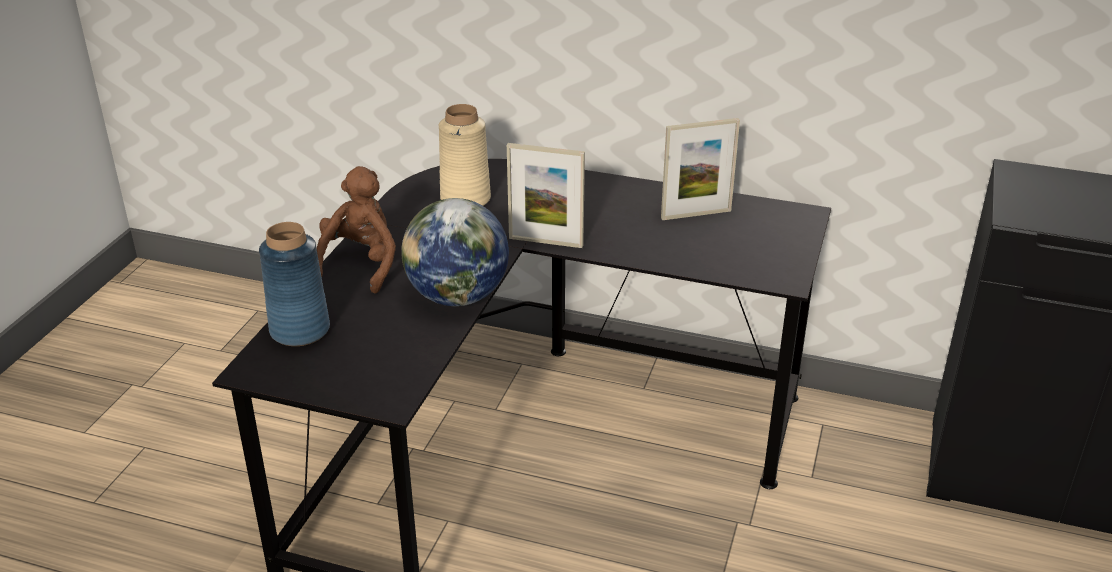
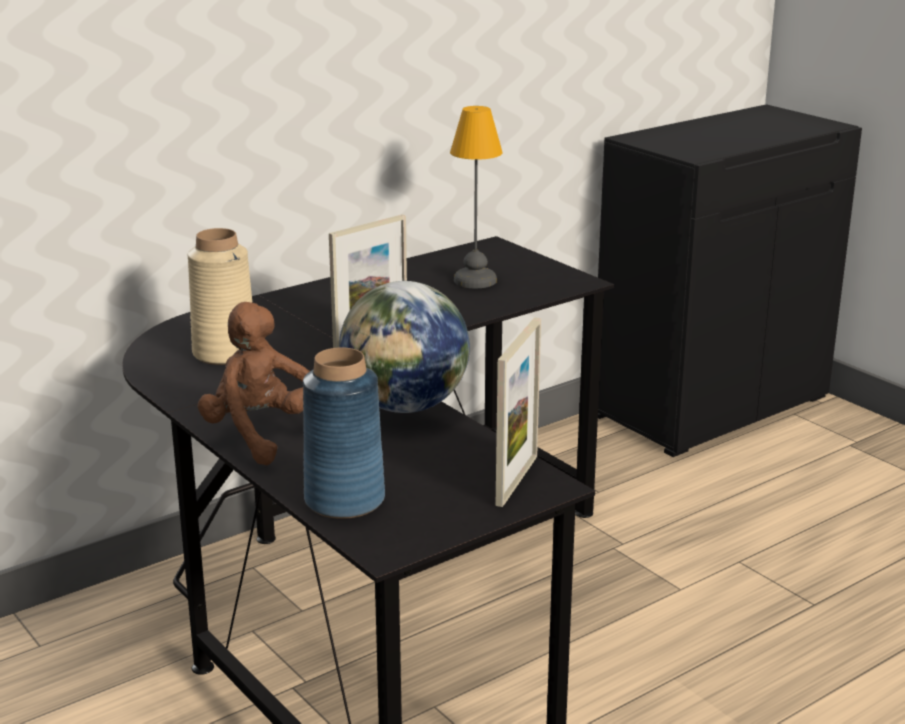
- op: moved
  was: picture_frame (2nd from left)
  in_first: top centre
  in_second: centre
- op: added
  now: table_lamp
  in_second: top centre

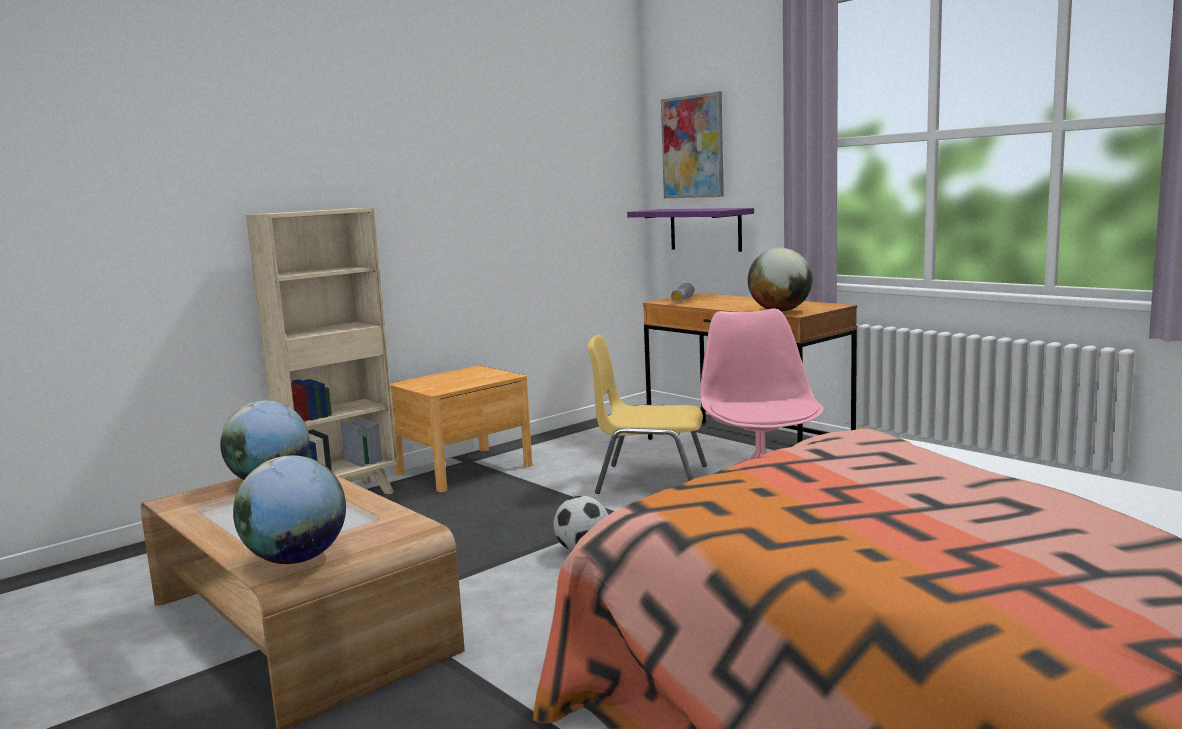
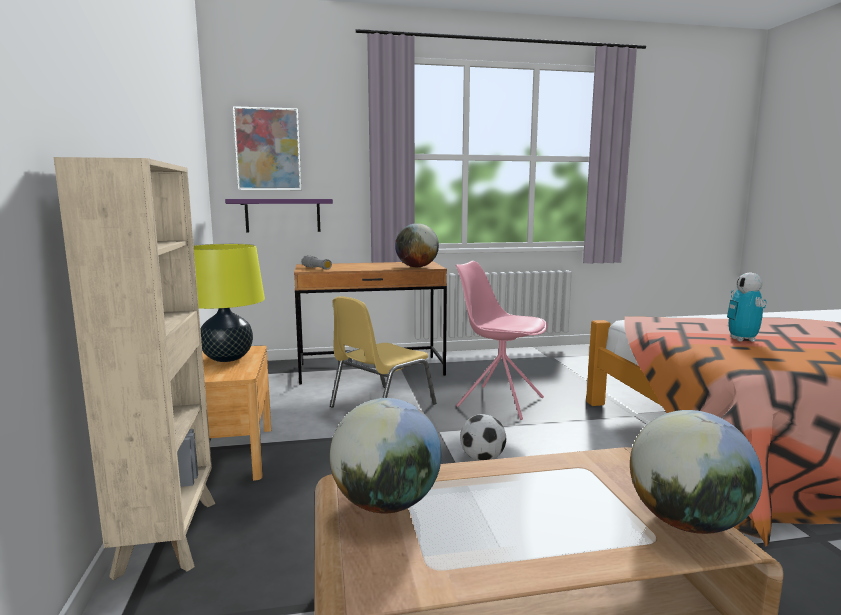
- op: added
  now: yellow_table_lamp
  in_second: middle left
- op: added
  now: toy_robot
  in_second: middle right

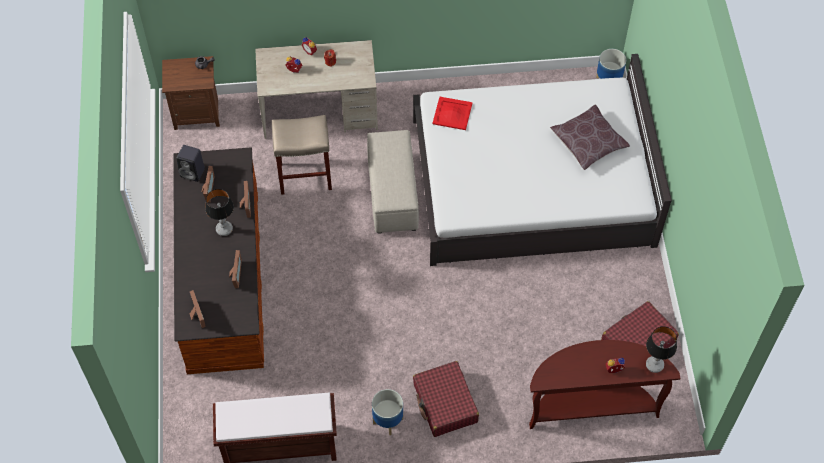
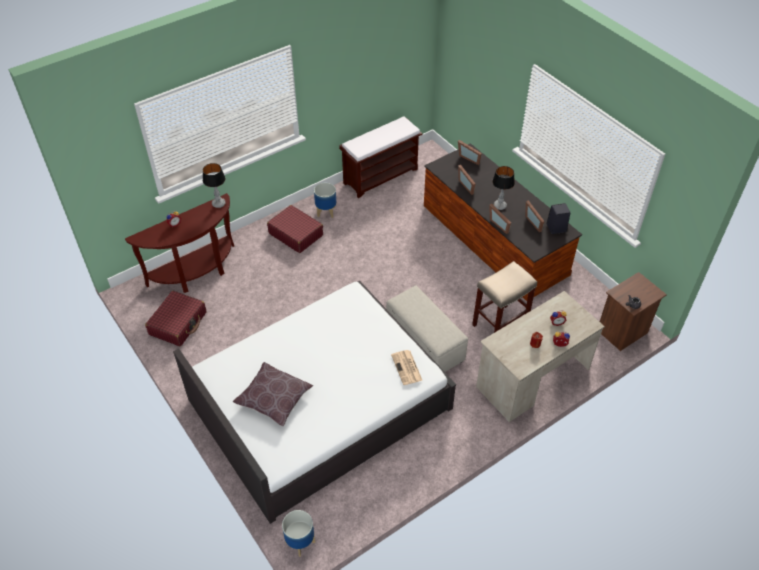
- op: replaced
  was: red_tray
  now: newspaper
  in_first: top centre
  in_second: centre
- op: moved
  was: table_lamp (2nd from left in the first image)
  now: table_lamp (1st from left)
  in_first: bottom right
  in_second: top left

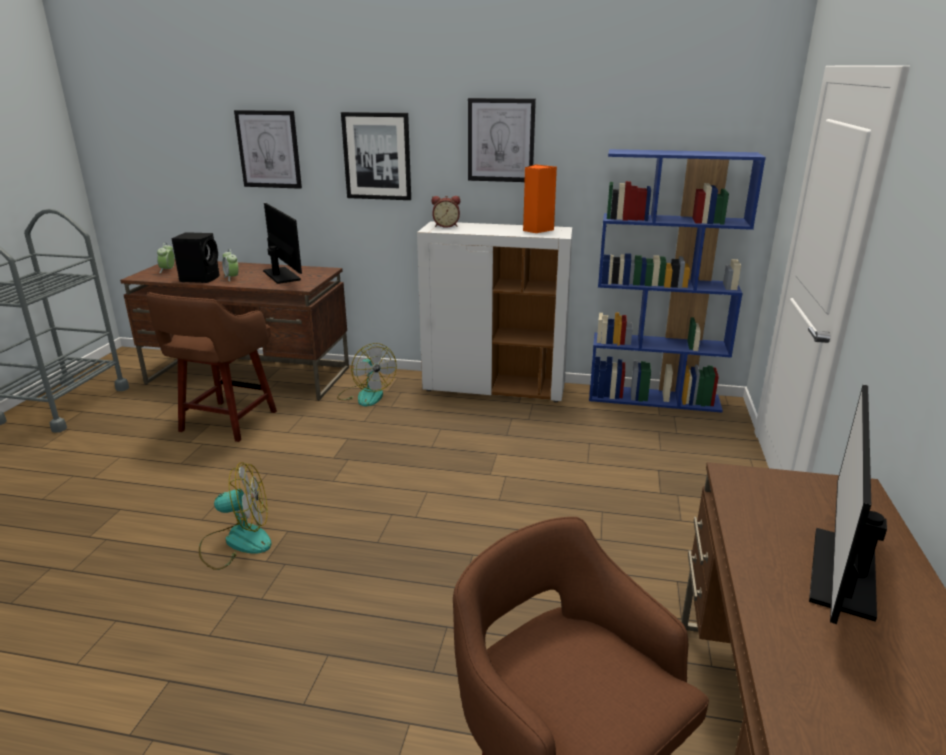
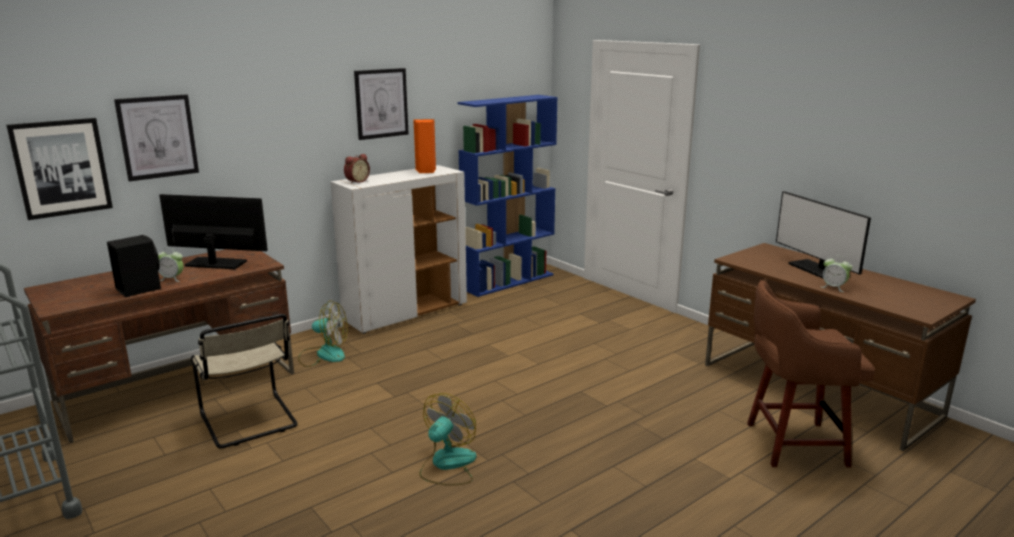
- op: replaced
  was: brown_stool (1st from left)
  now: beige_chair
  in_first: middle left
  in_second: bottom left
- op: moved
  was: alarm_clock (1st from left in the first image)
  now: alarm_clock (3rd from left)
  in_first: middle left
  in_second: middle right
- op: moved
  was: picture (2nd from left in the first image)
  now: picture (1st from left)
  in_first: top centre
  in_second: top left

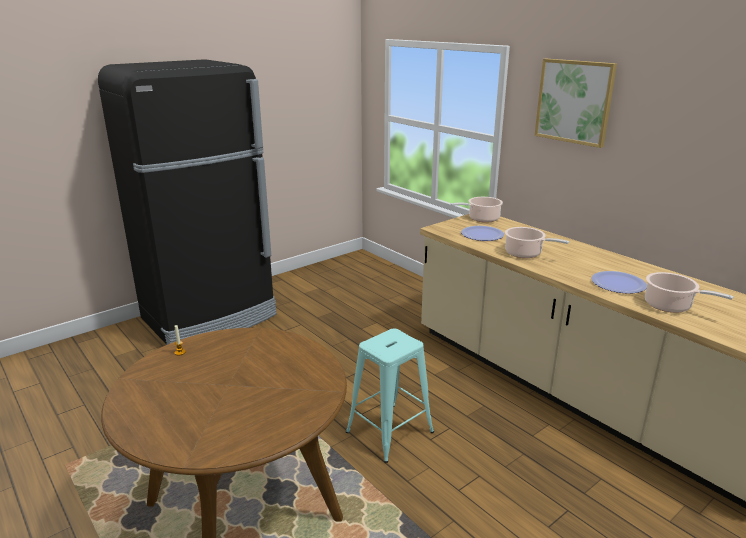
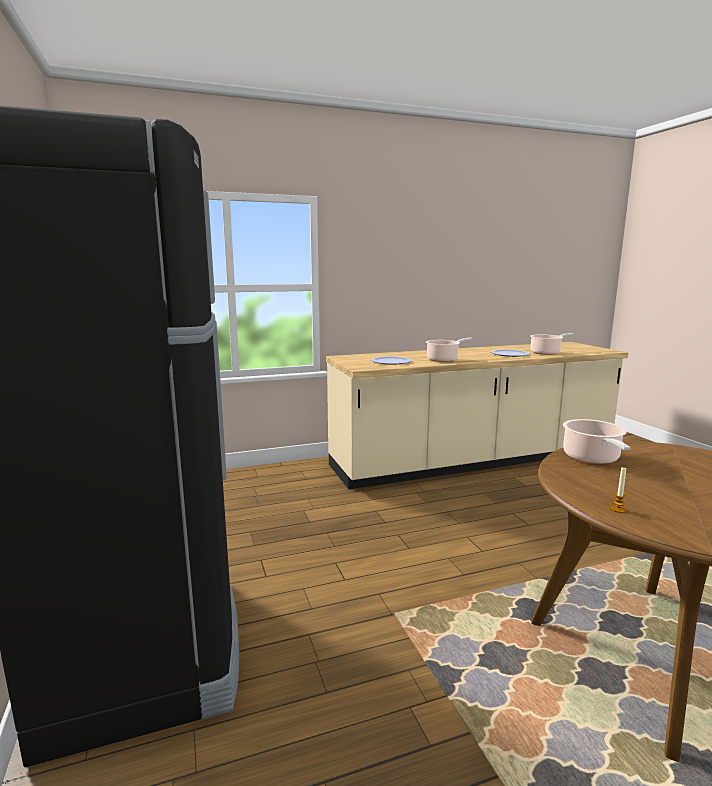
- op: removed
  was: turquoise_stool
  in_first: bottom centre
- op: moved
  was: cooking_pot (1st from left in the first image)
  now: cooking_pot (3rd from left)
  in_first: centre
  in_second: middle right
- op: removed
  was: picture
  in_first: top right

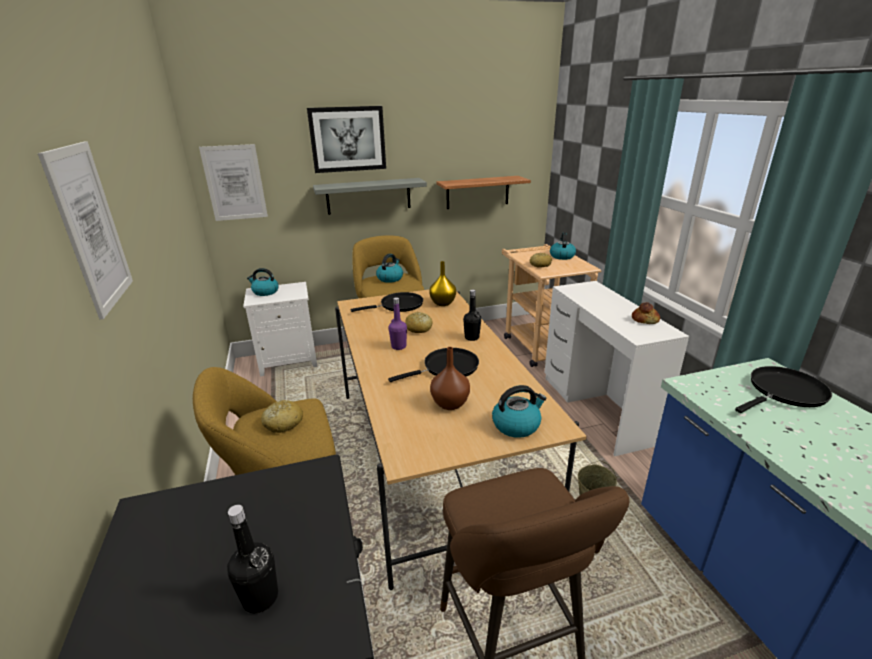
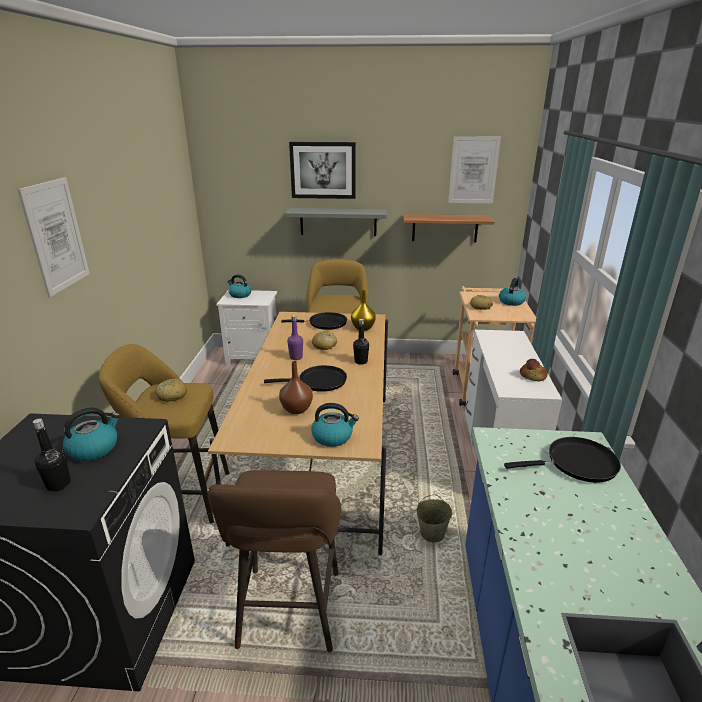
- op: moved
  was: picture (2nd from left in the first image)
  now: picture (3rd from left)
  in_first: top left
  in_second: top right
- op: moved
  was: kettle (2nd from left in the first image)
  now: kettle (1st from left)
  in_first: centre
  in_second: middle left

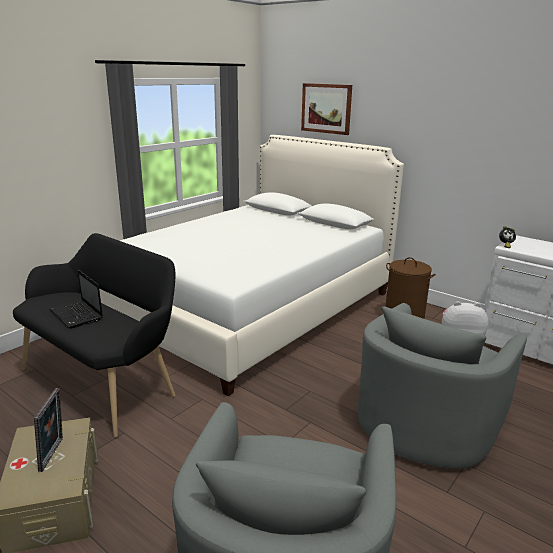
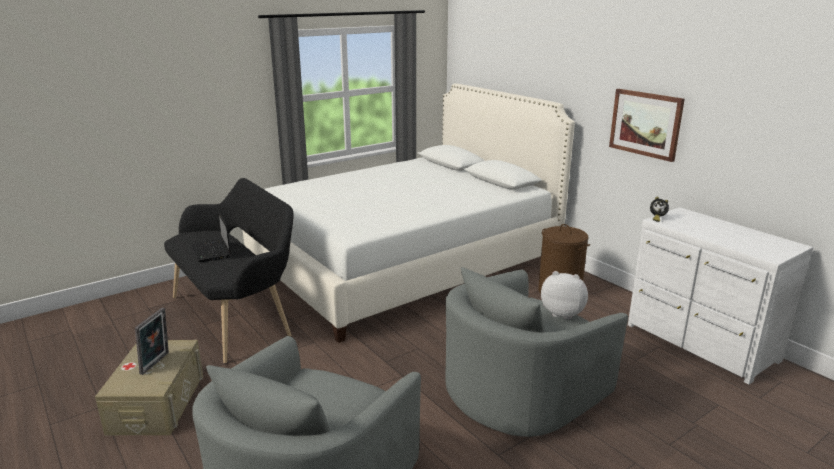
- op: moved
  was: picture
  in_first: top centre
  in_second: top right

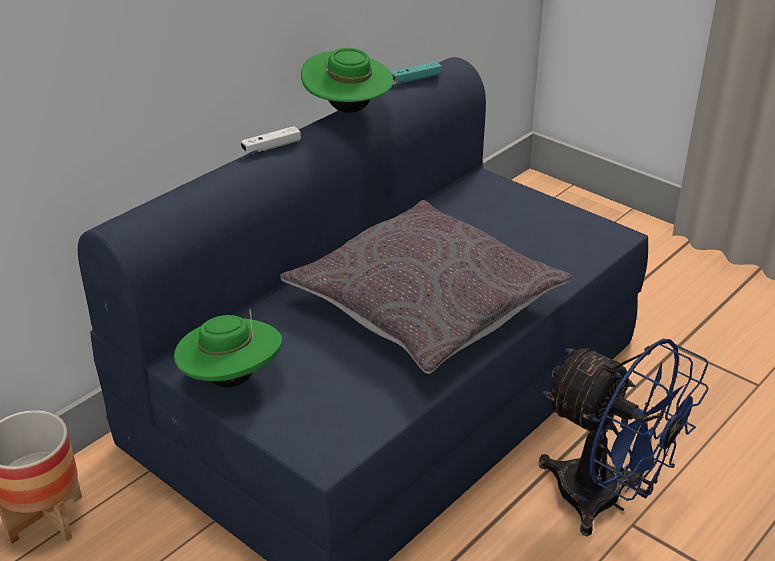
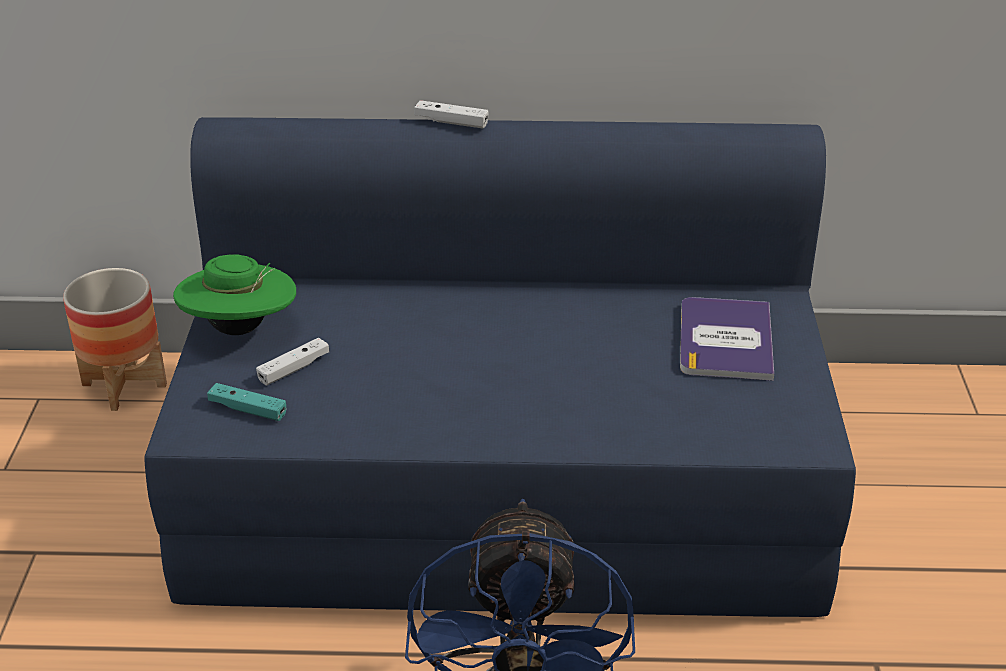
- op: removed
  was: grey_pillow
  in_first: centre
- op: removed
  was: green_hat (2nd from left)
  in_first: top centre
- op: moved
  was: turquoise_game_controller
  in_first: top centre
  in_second: middle left
- op: added
  now: white_game_controller (1st from left)
  in_second: middle left
- op: added
  now: book
  in_second: middle right

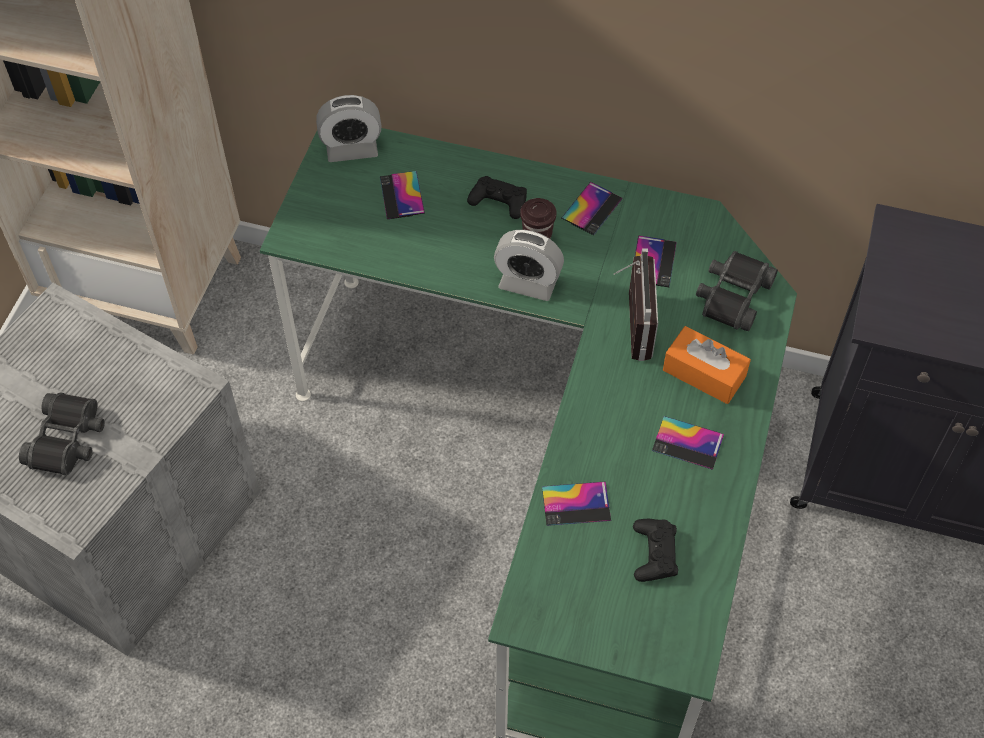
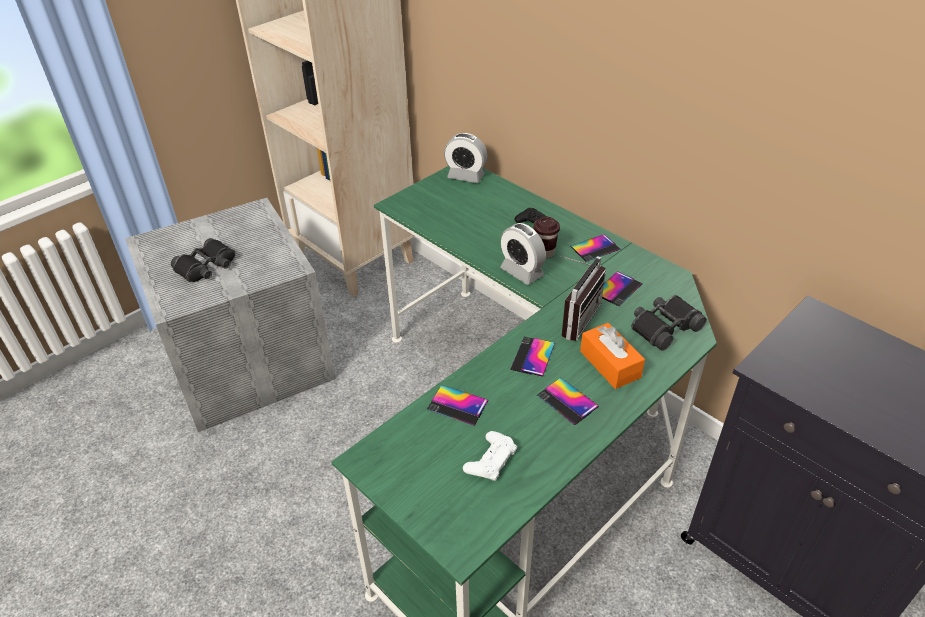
- op: moved
  was: phone (1st from left in the first image)
  now: phone (2nd from left)
  in_first: top centre
  in_second: centre
- op: recoloured
  was: black_game_controller (2nd from left)
  now: white_game_controller
  in_first: bottom centre
  in_second: bottom centre

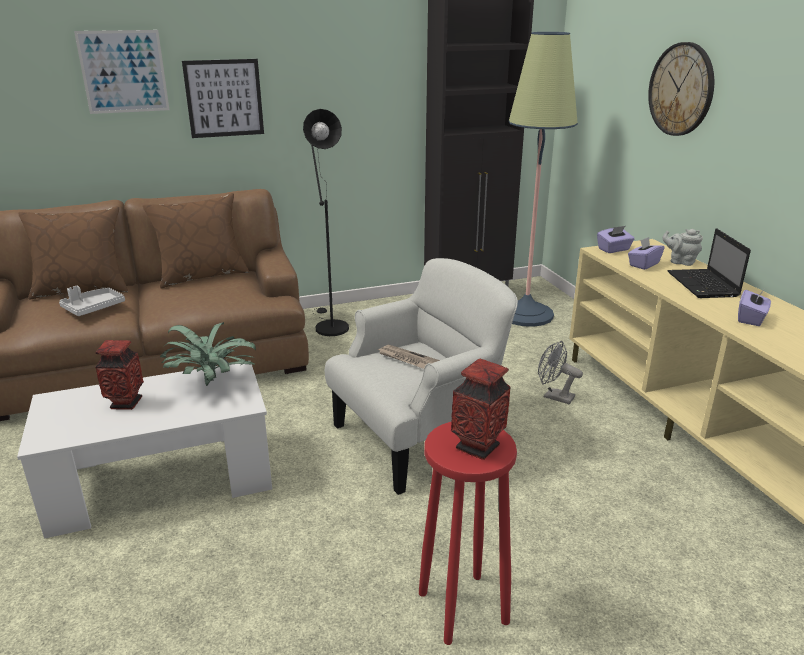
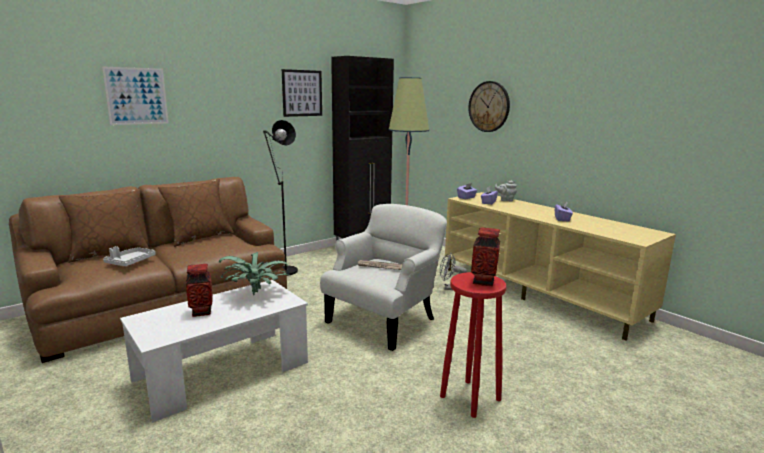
- op: moved
  was: picture (2nd from left)
  in_first: top left
  in_second: top centre
- op: removed
  was: laptop
  in_first: middle right

